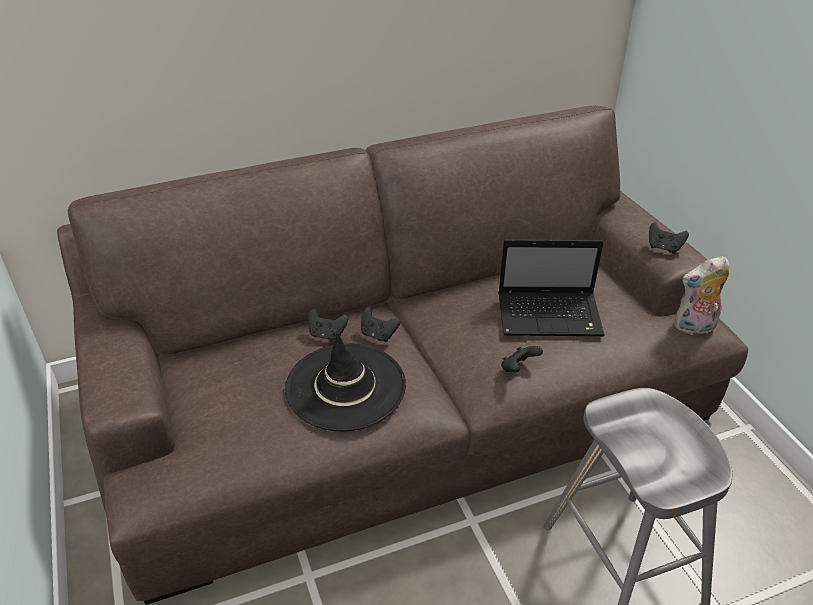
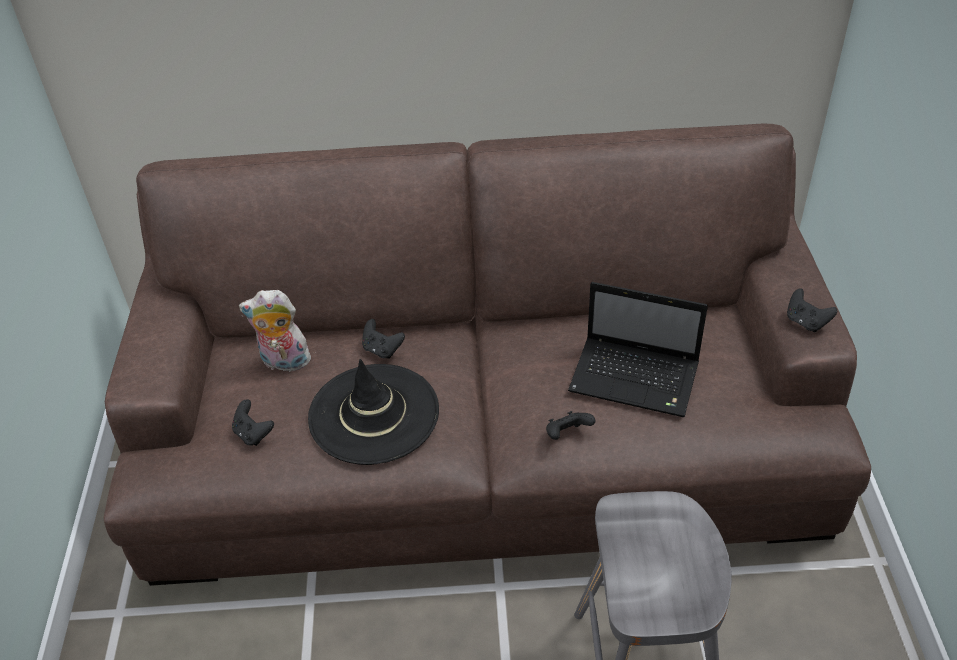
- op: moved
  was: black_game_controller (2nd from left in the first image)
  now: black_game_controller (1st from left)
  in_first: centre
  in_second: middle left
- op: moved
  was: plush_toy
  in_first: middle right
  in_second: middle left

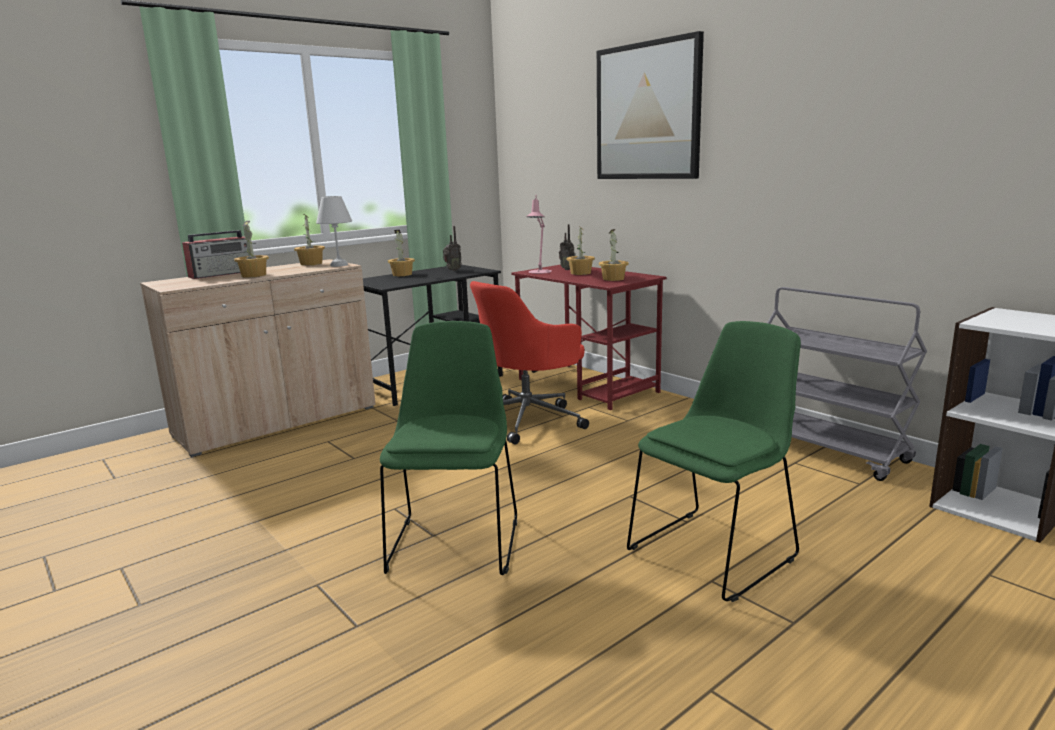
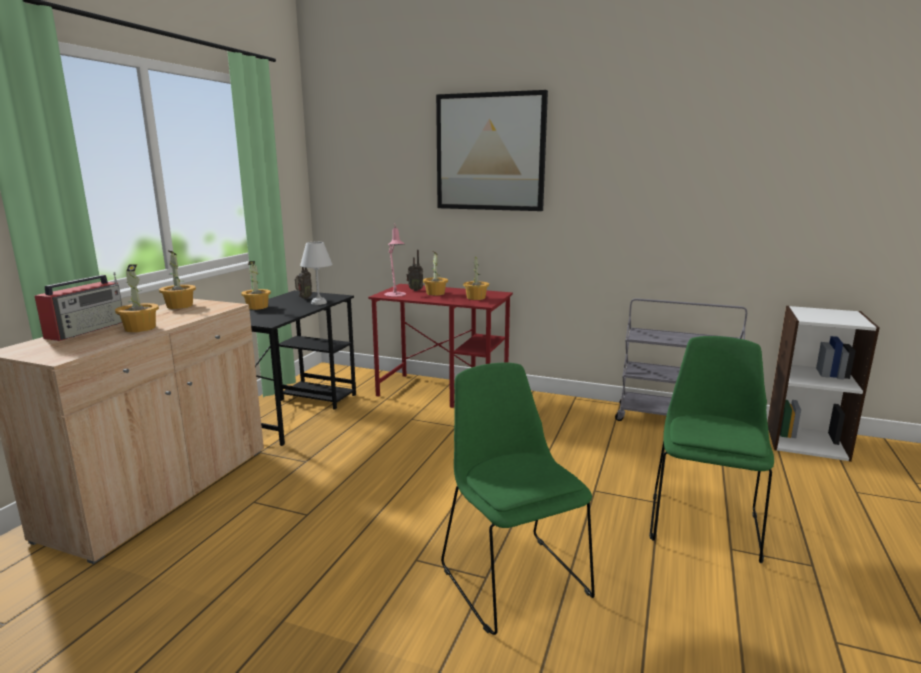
- op: moved
  was: white_table_lamp
  in_first: top left
  in_second: centre
- op: removed
  was: red_office_chair
  in_first: centre

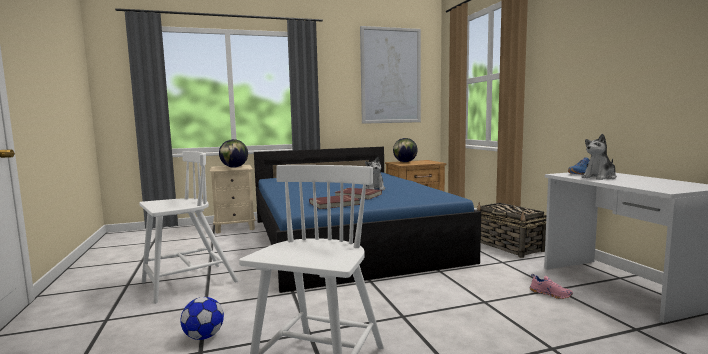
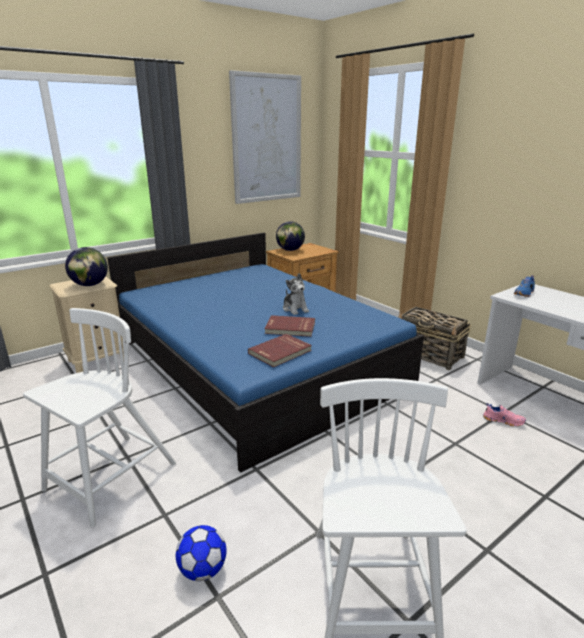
- op: removed
  was: plush_toy (2nd from left)
  in_first: middle right

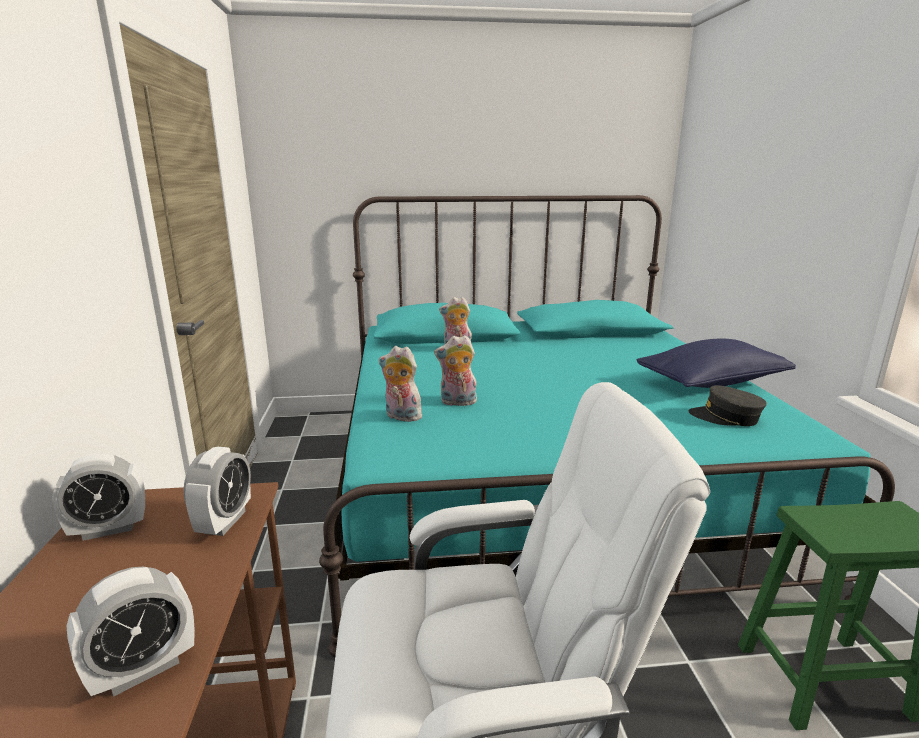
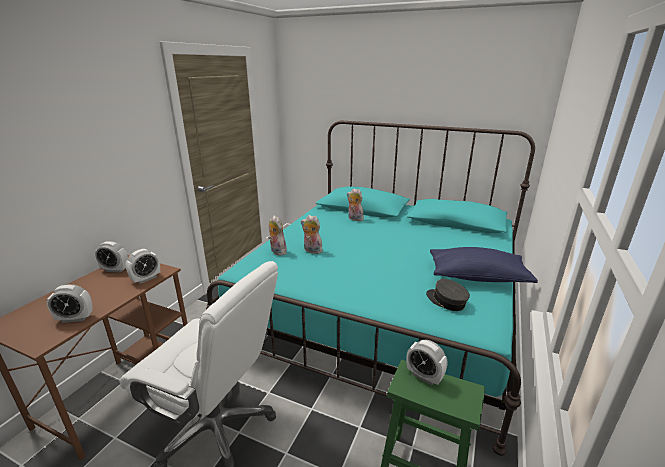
- op: added
  now: alarm_clock (4th from left)
  in_second: bottom centre

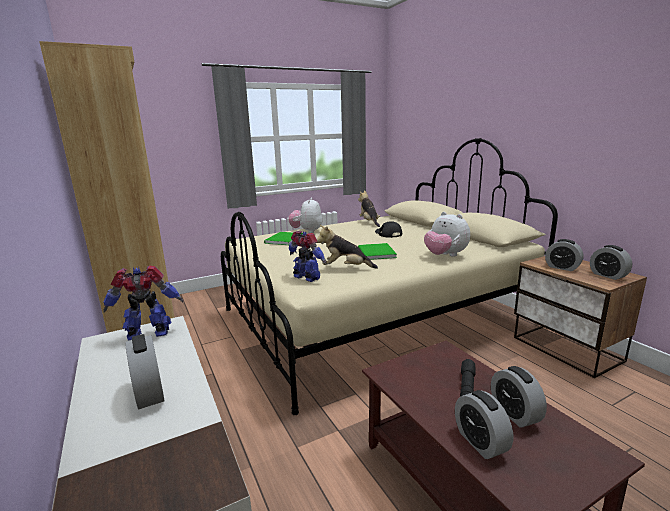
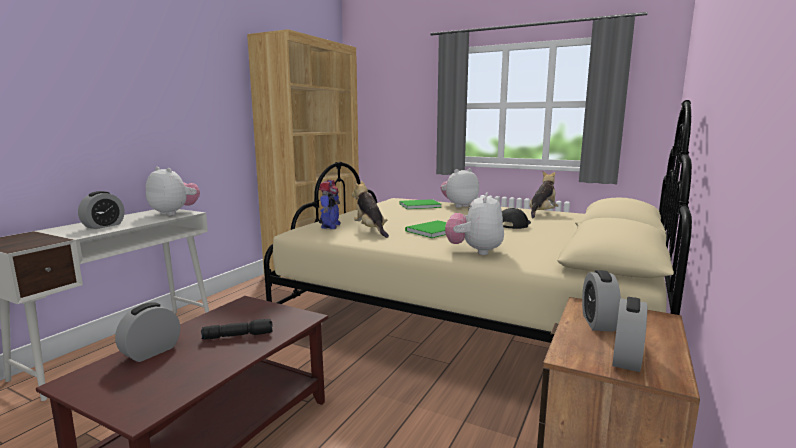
- op: replaced
  was: toy_robot (1st from left)
  now: plush_toy (1st from left)
  in_first: middle left
  in_second: middle left
- op: removed
  was: alarm_clock (3rd from left)
  in_first: bottom right

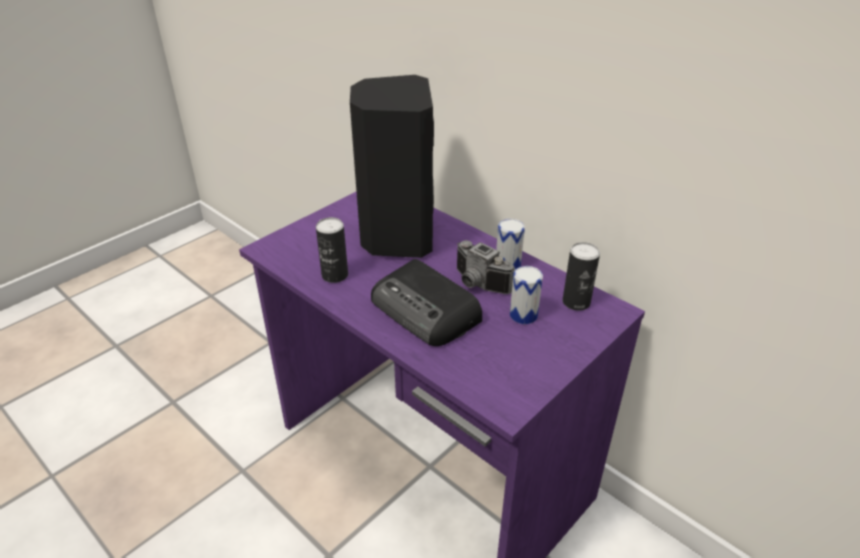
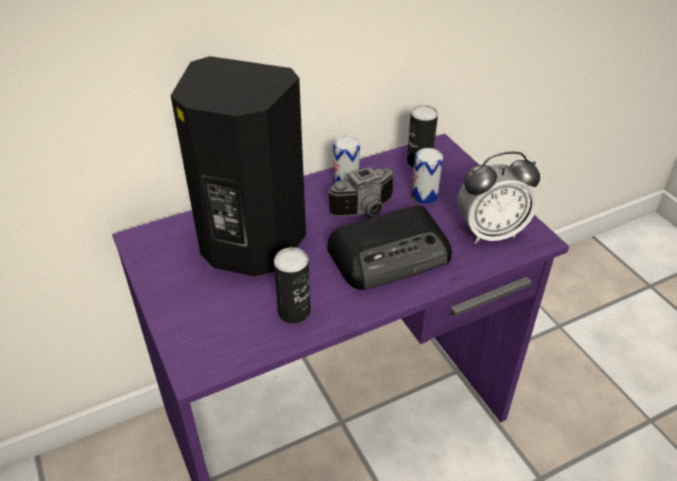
- op: added
  now: alarm_clock
  in_second: middle right

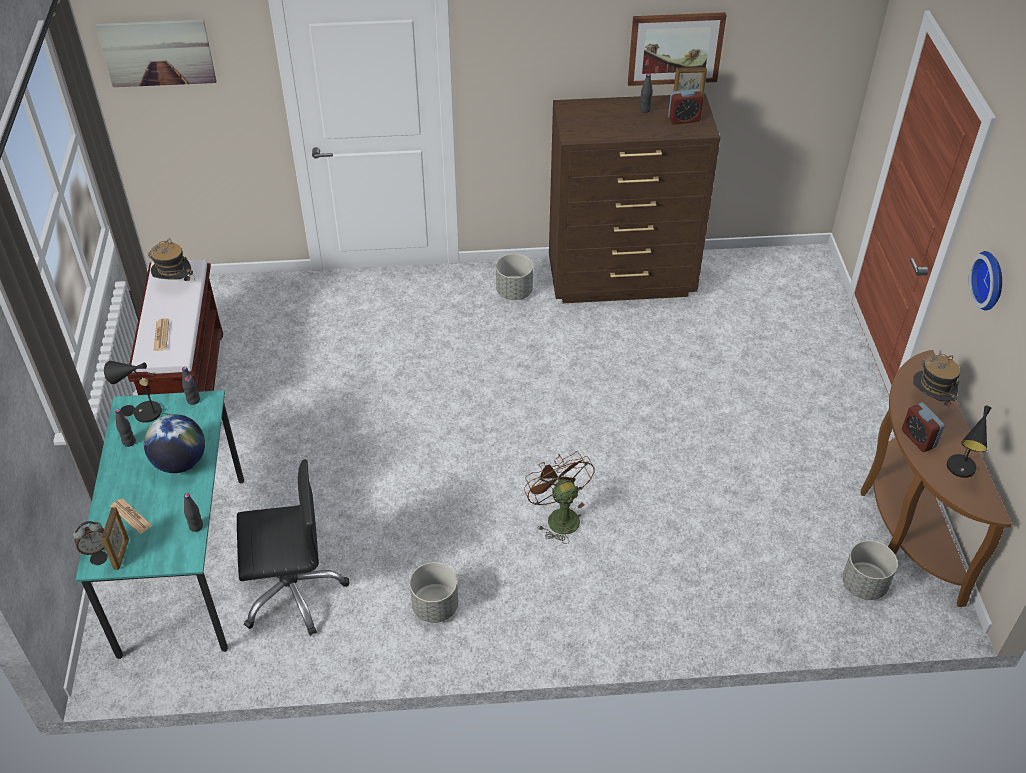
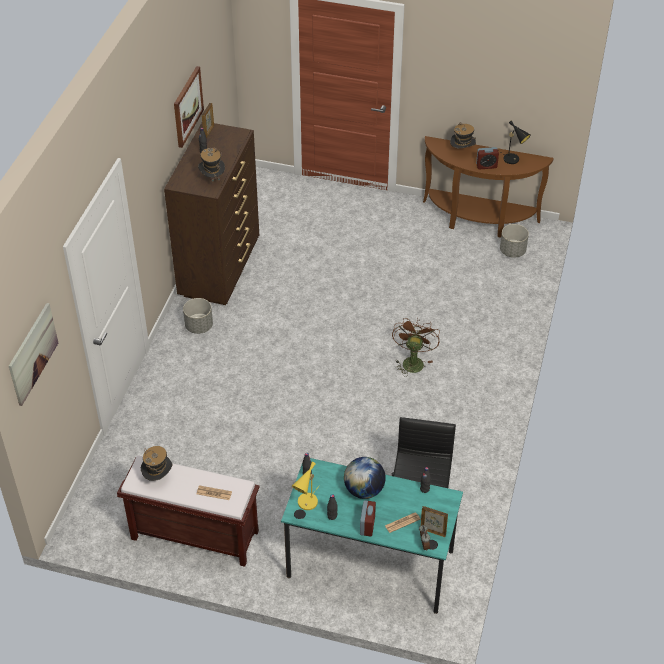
- op: recoloured
  was: black_table_lamp (1st from left)
  now: yellow_table_lamp
  in_first: middle left
  in_second: bottom centre
- op: removed
  was: grey_planter (1st from left)
  in_first: bottom centre
- op: turned
  was: brown_fan
  in_first: centre
  in_second: centre
  clockwise: 105
- op: moved
  was: alarm_clock (2nd from left in the first image)
  now: alarm_clock (1st from left)
  in_first: top right
  in_second: bottom centre
- op: removed
  was: wall_clock
  in_first: middle right
- op: added
  now: hat (2nd from left)
  in_second: top left

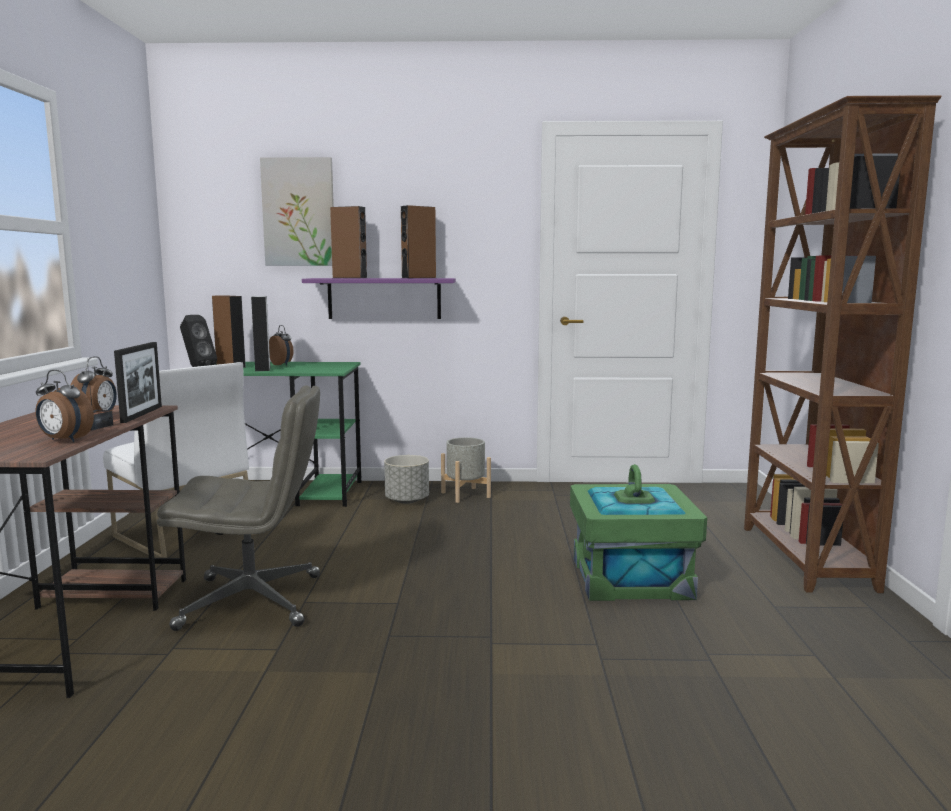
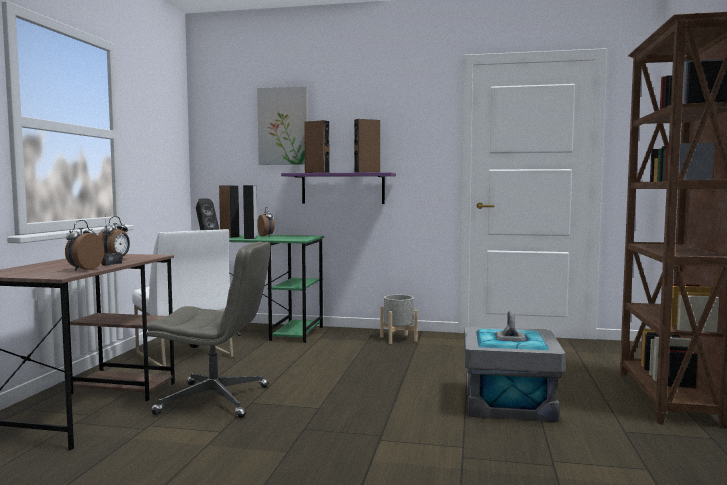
- op: turned
  was: alarm_clock (1st from left)
  in_first: middle left
  in_second: middle left
  clockwise: 75
- op: removed
  was: picture_frame
  in_first: middle left
- op: removed
  was: grey_planter (1st from left)
  in_first: centre
- op: recoloured
  was: green_storage_box
  now: grey_storage_box
  in_first: middle right
  in_second: bottom right

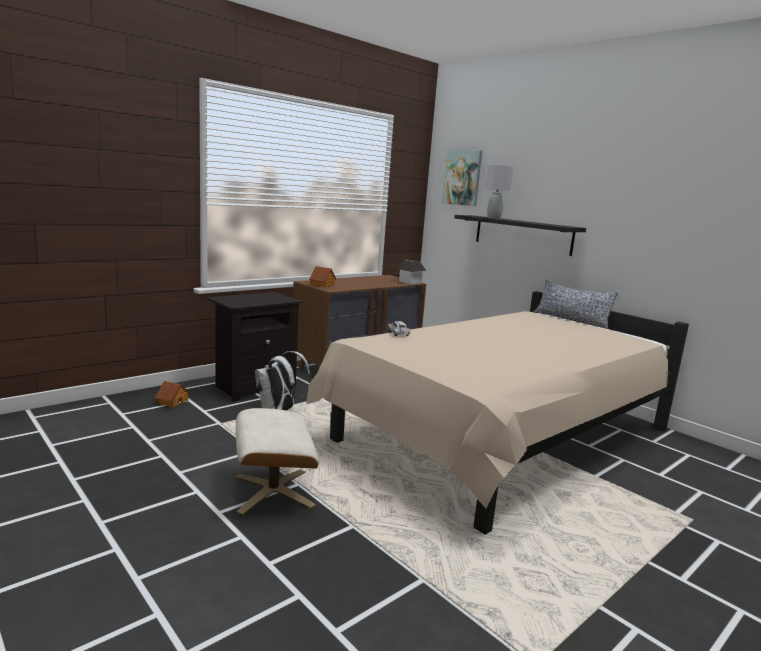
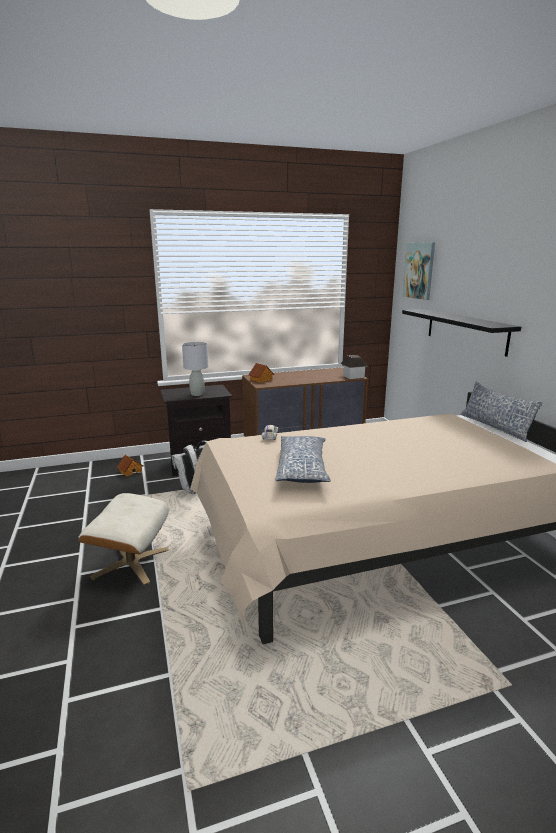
- op: moved
  was: grey_table_lamp
  in_first: top centre
  in_second: centre
- op: added
  now: pillow (1st from left)
  in_second: centre

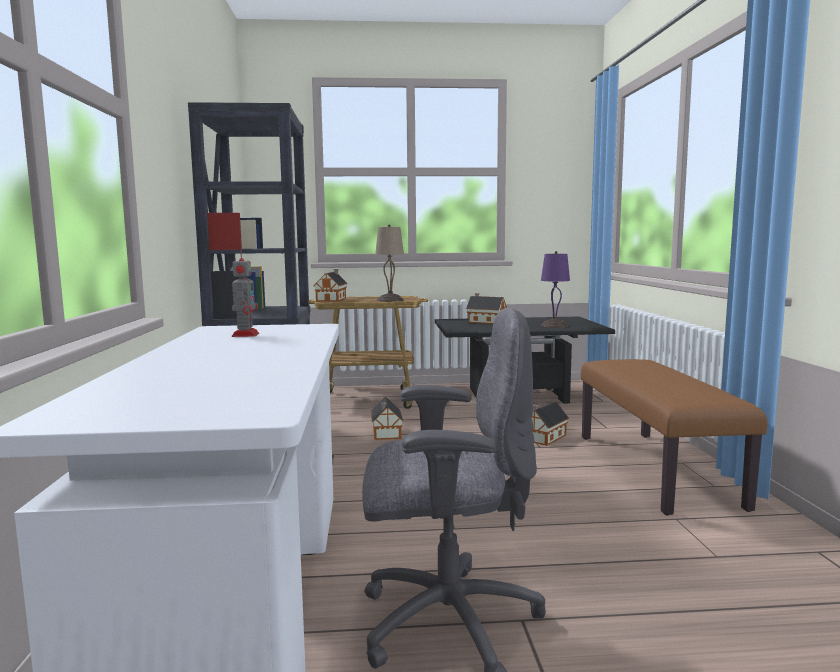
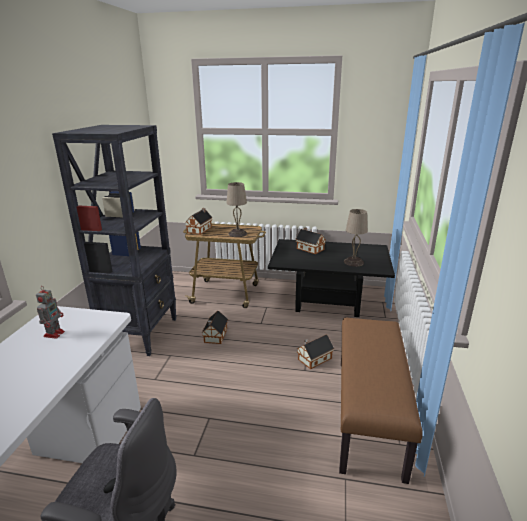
- op: recoloured
  was: purple_table_lamp
  now: beige_table_lamp (2nd from left)
  in_first: centre
  in_second: middle right

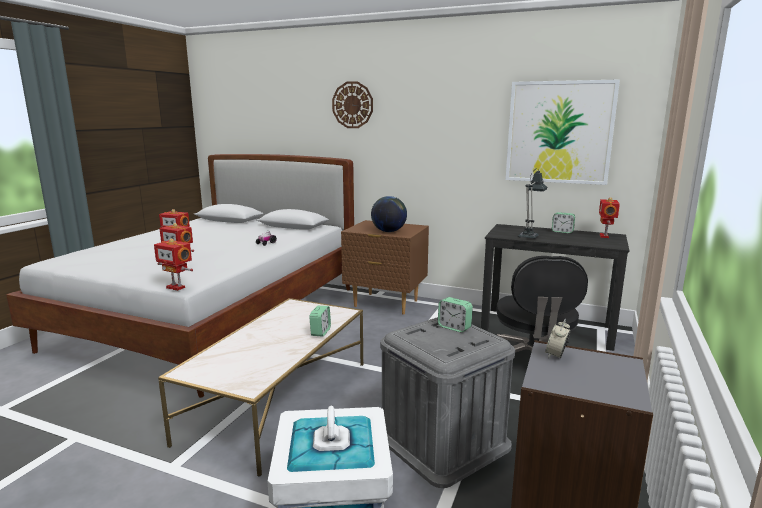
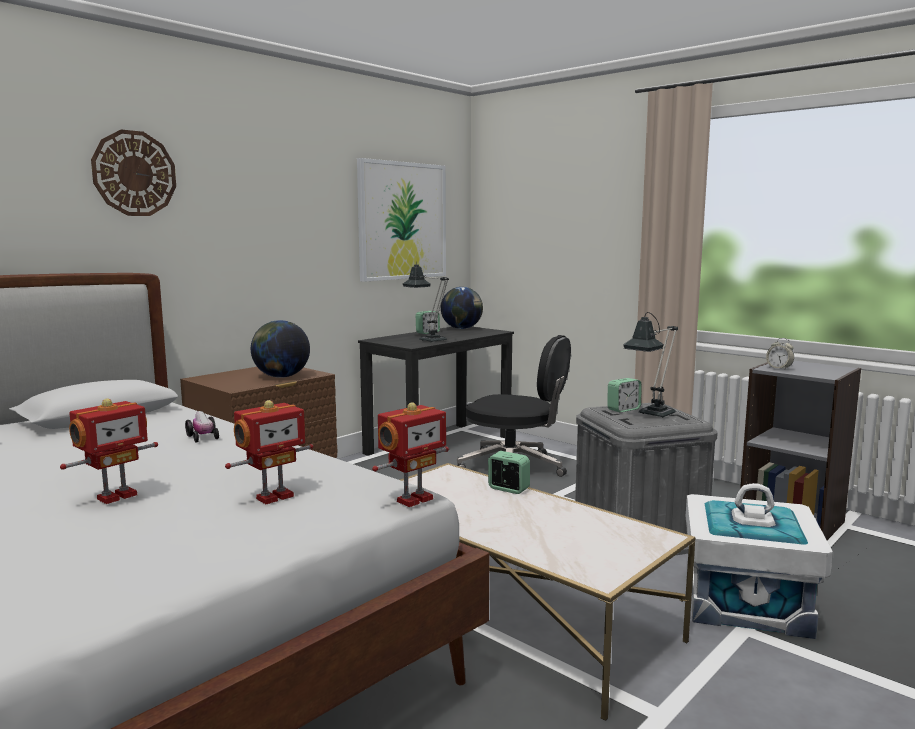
- op: replaced
  was: toy_robot (4th from left)
  now: globe (2nd from left)
  in_first: middle right
  in_second: centre
- op: added
  now: table_lamp (2nd from left)
  in_second: middle right

